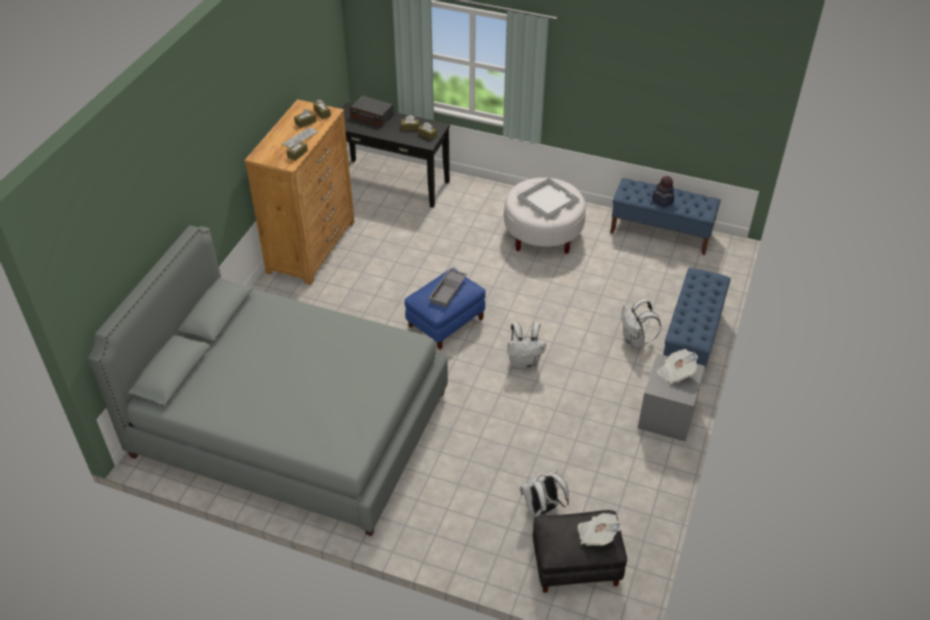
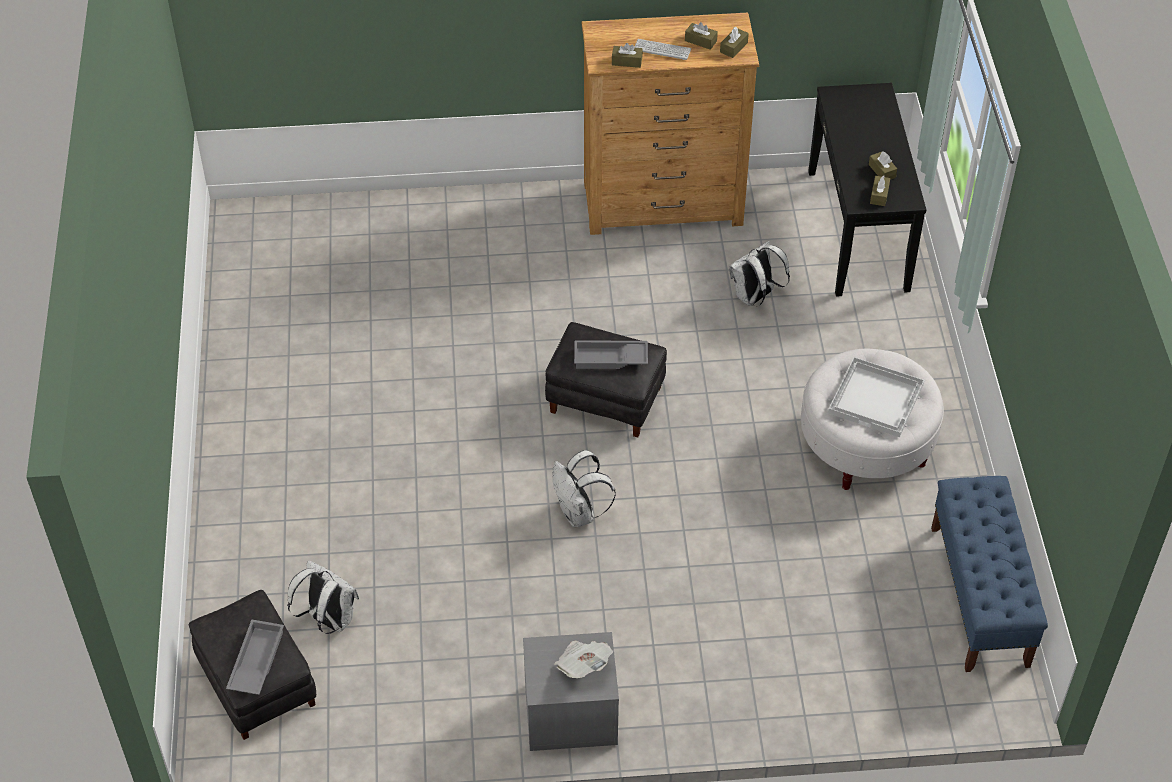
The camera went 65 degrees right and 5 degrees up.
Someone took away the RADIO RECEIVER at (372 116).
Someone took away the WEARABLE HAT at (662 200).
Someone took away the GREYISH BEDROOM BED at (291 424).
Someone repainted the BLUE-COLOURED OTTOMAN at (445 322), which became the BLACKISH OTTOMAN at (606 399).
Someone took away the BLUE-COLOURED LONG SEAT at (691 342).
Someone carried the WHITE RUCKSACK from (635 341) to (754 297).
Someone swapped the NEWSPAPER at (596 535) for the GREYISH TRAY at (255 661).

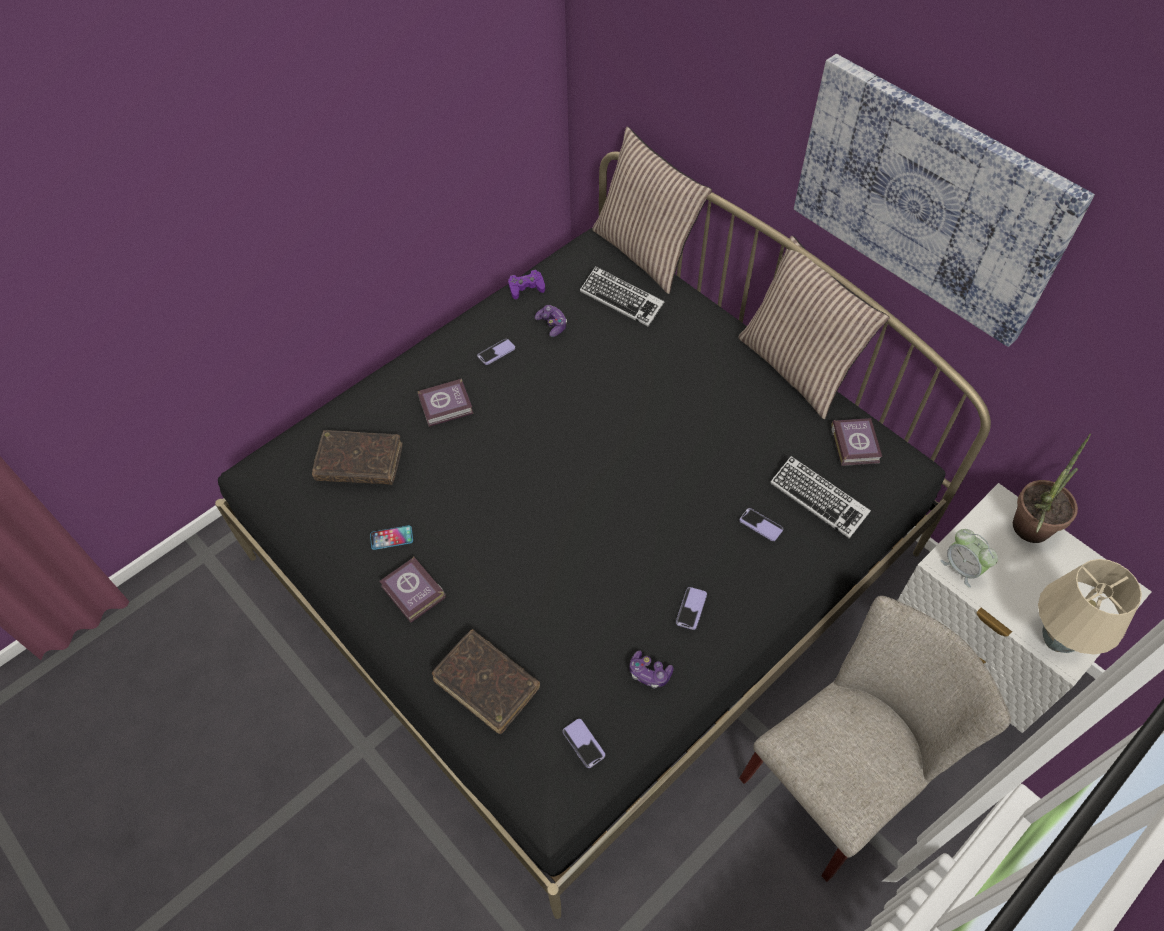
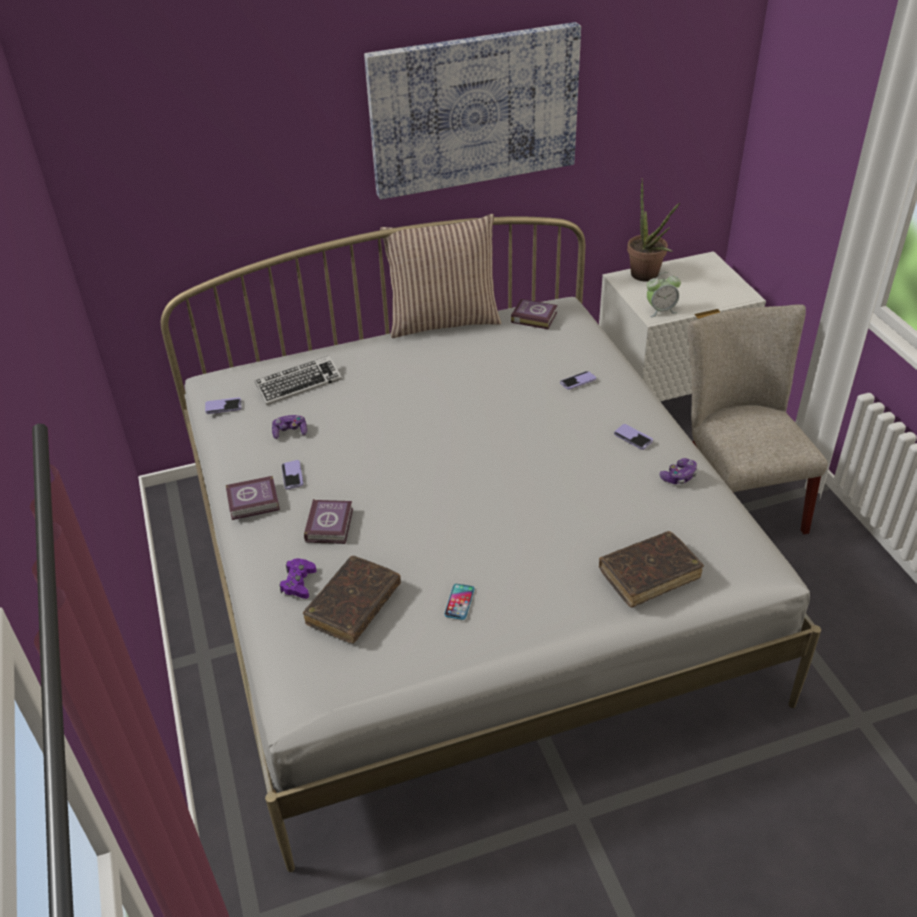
The camera went 65 degrees left and 15 degrees down.
Someone took away the PILLOW at (645 252).
Someone repainted the BLACKISH BEDROOM BED at (584 555), which became the WHITE BEDROOM BED at (463 579).
Someone carried the PURPLISH GAME CONTROLLER from (526 287) to (298 582).
Someone took away the KEYBOARD at (818 499).
Someone carried the BOUND BOOK from (413 593) to (255 502).
Someone took away the BEIGE-COLOURED TABLETOP LAMP at (1057 641).
Someone carried the TELEPHONE from (583 743) to (223 407).

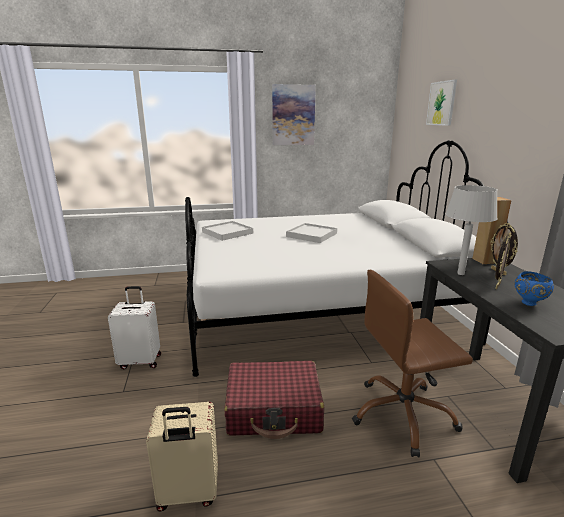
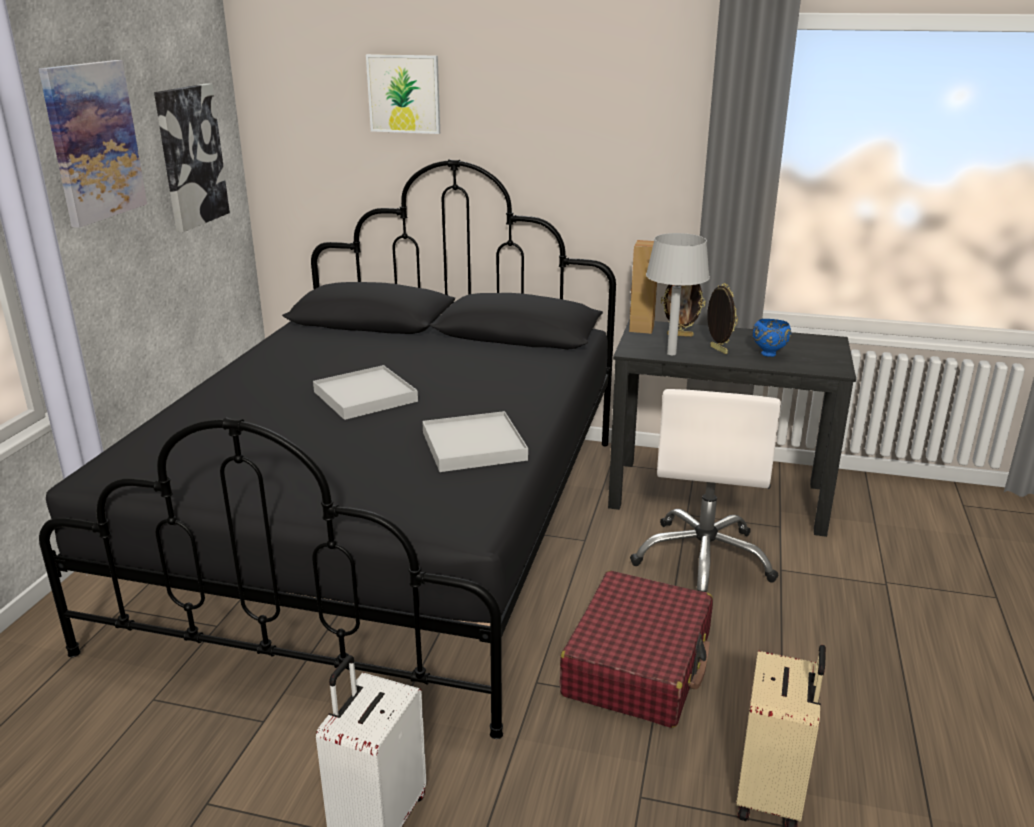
The camera went 65 degrees left and 5 degrees up.
Someone repainted the WHITE BEDROOM BED at (318 309), which became the BLACKISH BEDROOM BED at (390 531).
Someone carried the WHITE TRAY from (227 233) to (474 446).
Someone repainted the BROWNISH COMPUTER CHAIR at (403 415), which became the WHITE COMPUTER CHAIR at (704 560).
Someone put up the WALL ART at (190 156).

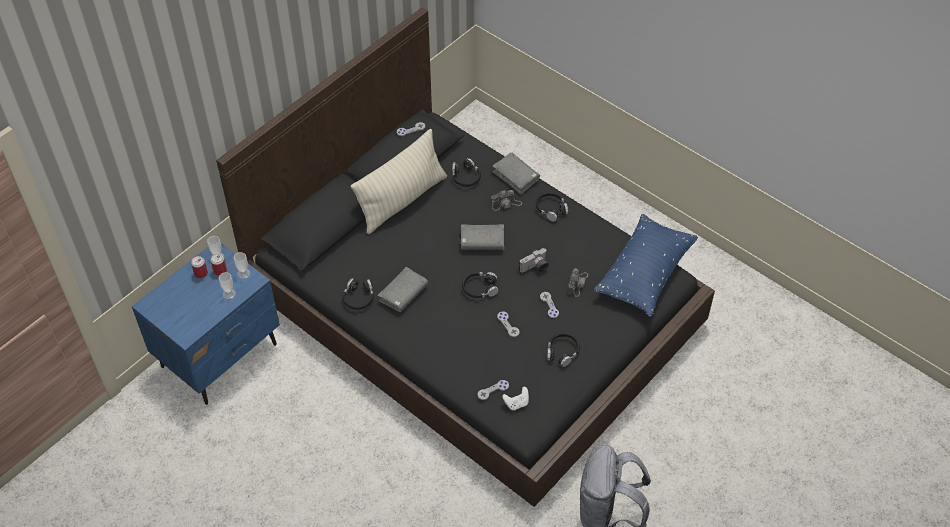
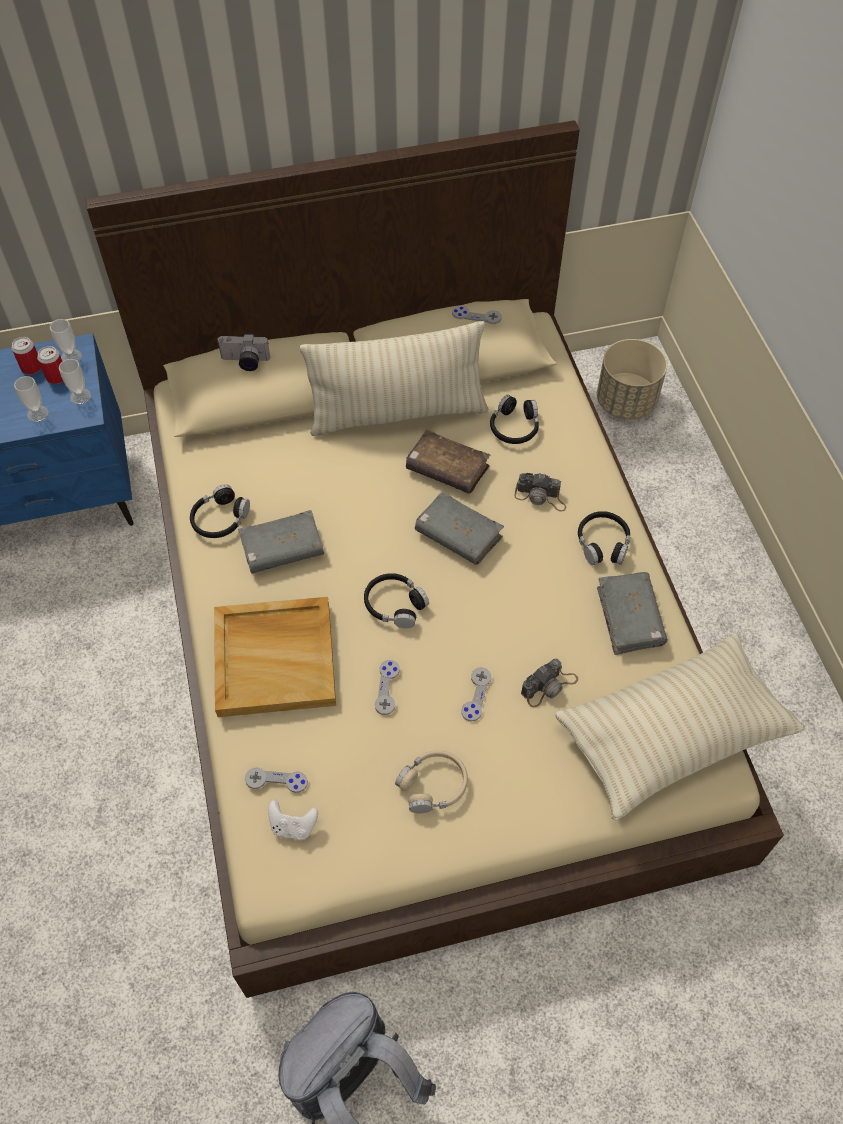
The camera went 35 degrees right and 5 degrees up.
Someone repainted the BLACKISH BEDROOM BED at (474 306), which became the BEIGE-COLOURED BEDROOM BED at (421 624).
Someone carried the GREYISH BOUND BOOK from (516 177) to (629 618).
Someone repainted the BLUE-COLOURED PILLOW at (644 273), which became the BEIGE-COLOURED PILLOW at (672 735).
Someone carried the PHOTO CAMERA from (535 268) to (245 362).
Someone repainted the BLACKISH HEADSET at (562 352), which became the BEIGE-COLOURED HEADSET at (433 785).
Someone put down the BEIGE-COLOURED PLANTER at (626 402).
Someone put down the BROWNISH BOUND BOOK at (447 469).
Someone put down the BEIGE-COLOURED TRAY at (276 658).

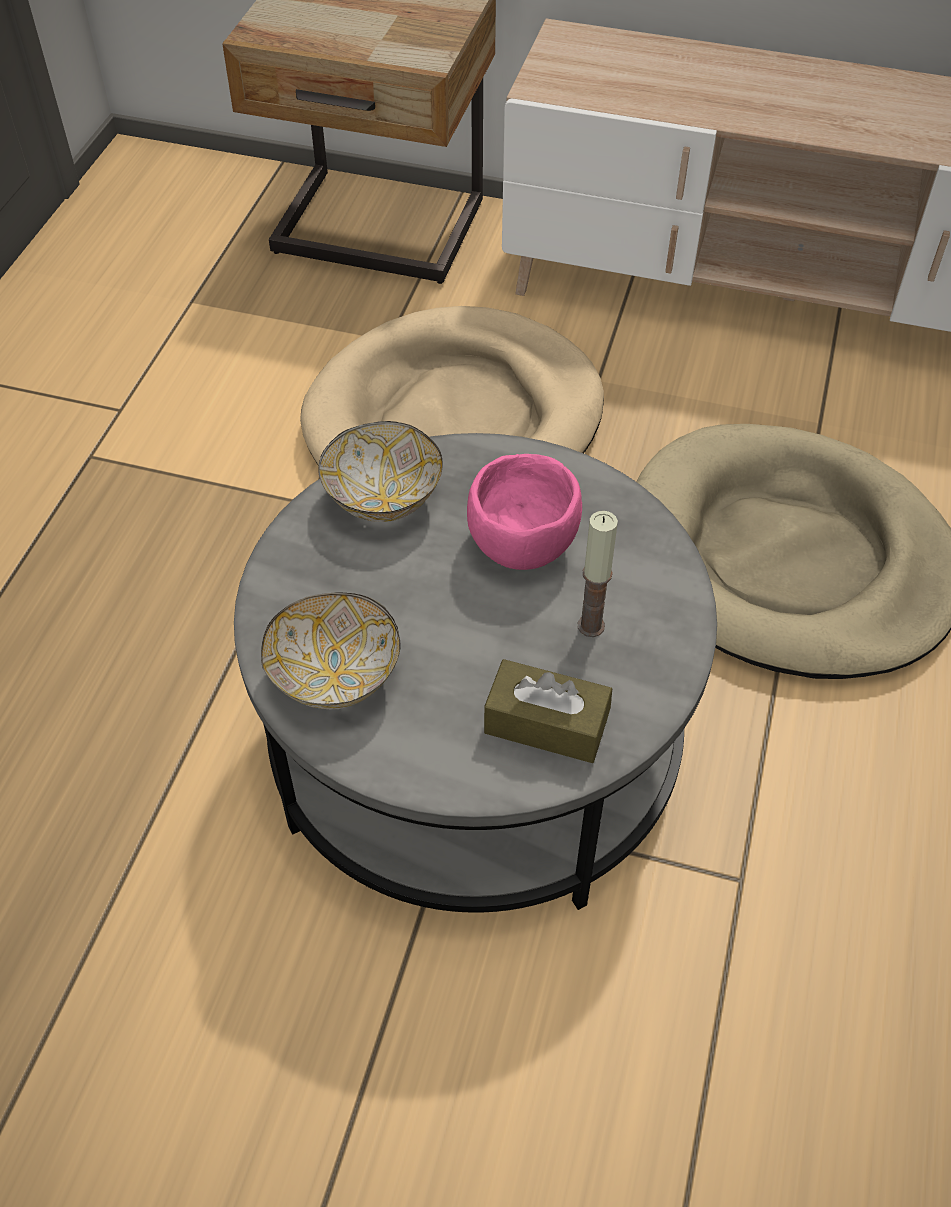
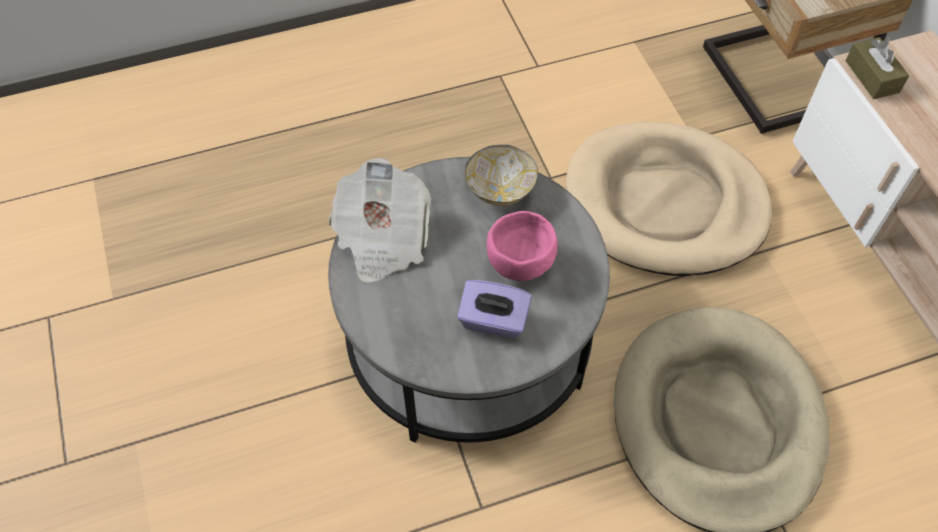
The camera went 55 degrees right and 5 degrees up.
Someone swapped the CANDLE at (591 626) for the PURPLISH TISSUE HOLDER at (493 321).
Someone swapped the BOWL at (337 677) for the NEWSPAPER at (382 238).
Someone carried the BROWNISH TISSUE HOLDER from (546 724) to (872 76).

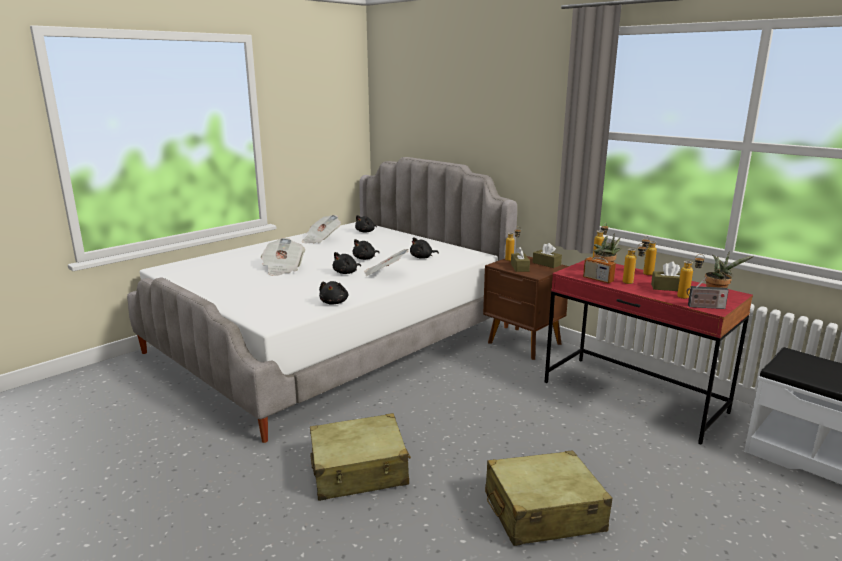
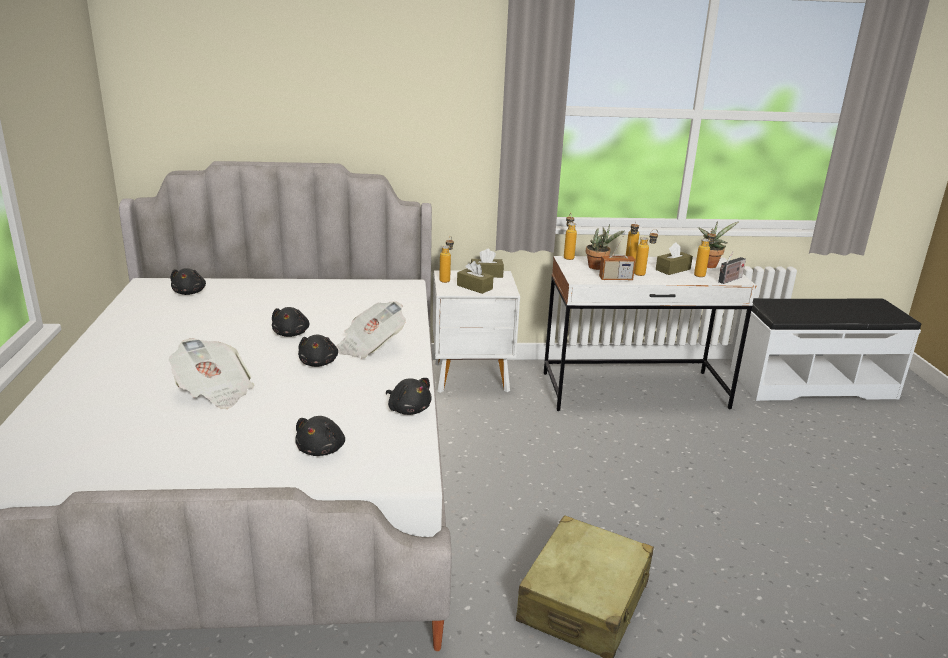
The camera went 50 degrees left and 5 degrees up.
Someone took away the NEWSPAPER at (321 240).
Someone carried the BLACKISH SOFT TOY from (422 257) to (322 449).
Someone repainted the BROWNISH NIGHT TABLE at (524 344), which became the WHITE NIGHT TABLE at (472 378).
Someone repainted the RED-COLOURED DESK UNIT at (633 397), which became the WHITE DESK UNIT at (634 391).
Someone took away the BEIGE-COLOURED TRAVEL CASE at (543 512).

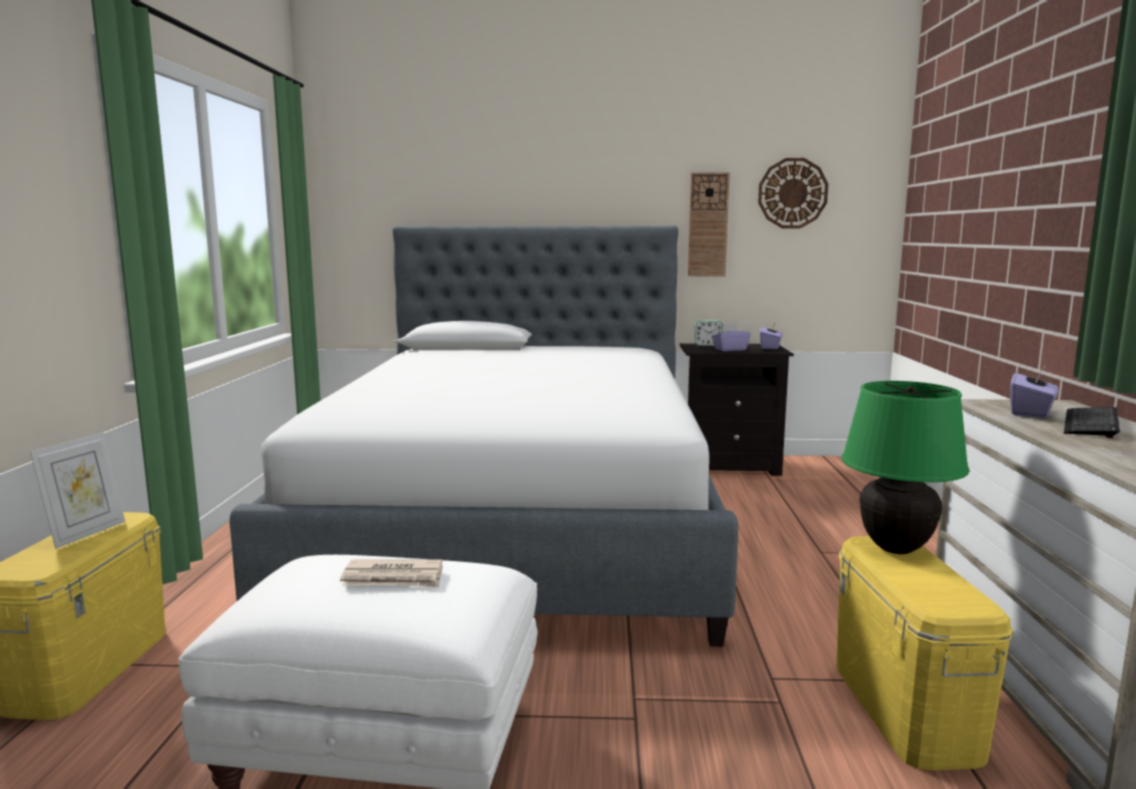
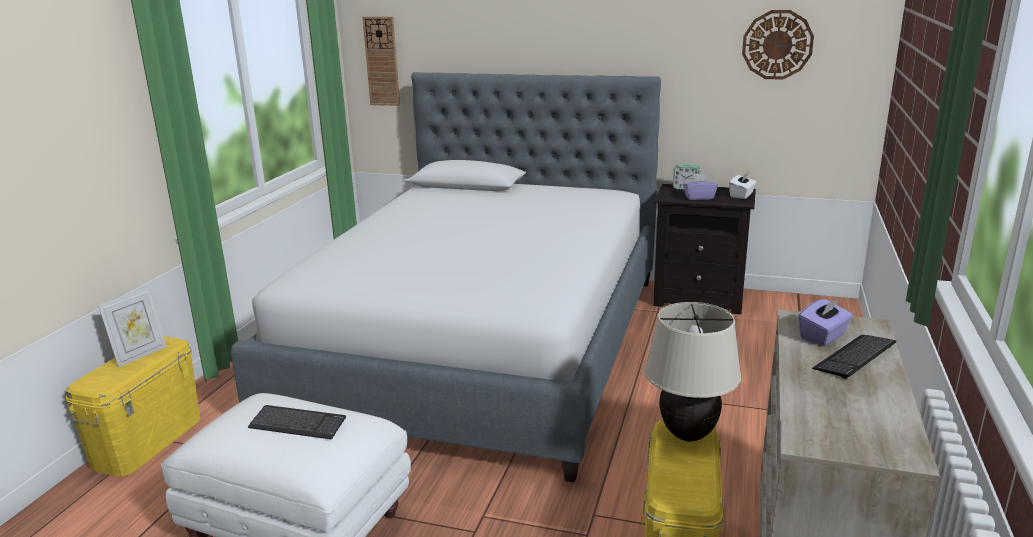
The camera went 15 degrees right and 10 degrees up.
Someone carried the CLOCK ON THE WALL from (708 225) to (382 61).
Someone repainted the PURPLISH TISSUE HOLDER at (770 347), which became the WHITE TISSUE HOLDER at (741 195).
Someone repainted the GREENISH TABLETOP LAMP at (896 548), which became the BEIGE-COLOURED TABLETOP LAMP at (688 435).
Someone swapped the NEWSPAPER at (393 578) for the KEYBOARD at (297 424).

